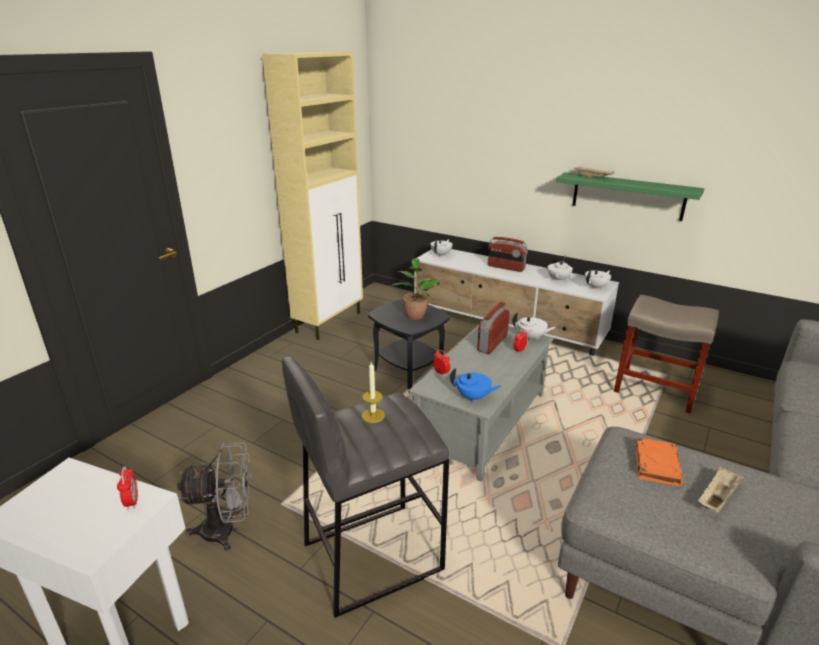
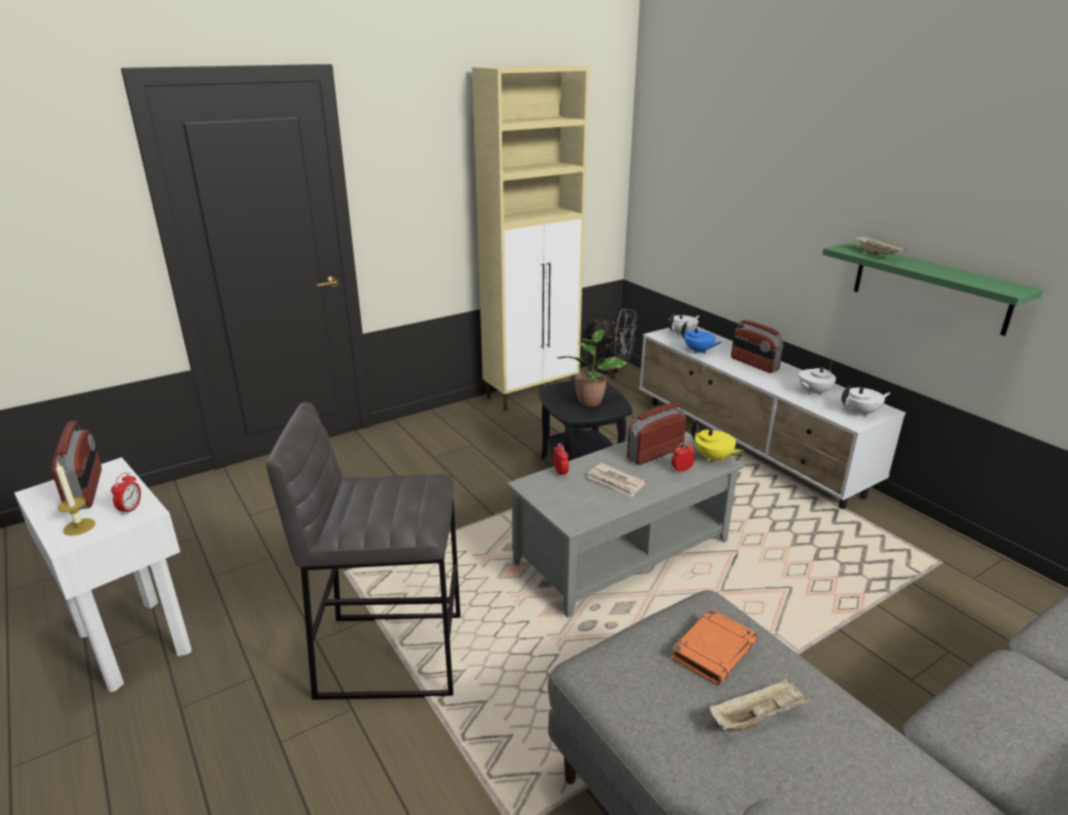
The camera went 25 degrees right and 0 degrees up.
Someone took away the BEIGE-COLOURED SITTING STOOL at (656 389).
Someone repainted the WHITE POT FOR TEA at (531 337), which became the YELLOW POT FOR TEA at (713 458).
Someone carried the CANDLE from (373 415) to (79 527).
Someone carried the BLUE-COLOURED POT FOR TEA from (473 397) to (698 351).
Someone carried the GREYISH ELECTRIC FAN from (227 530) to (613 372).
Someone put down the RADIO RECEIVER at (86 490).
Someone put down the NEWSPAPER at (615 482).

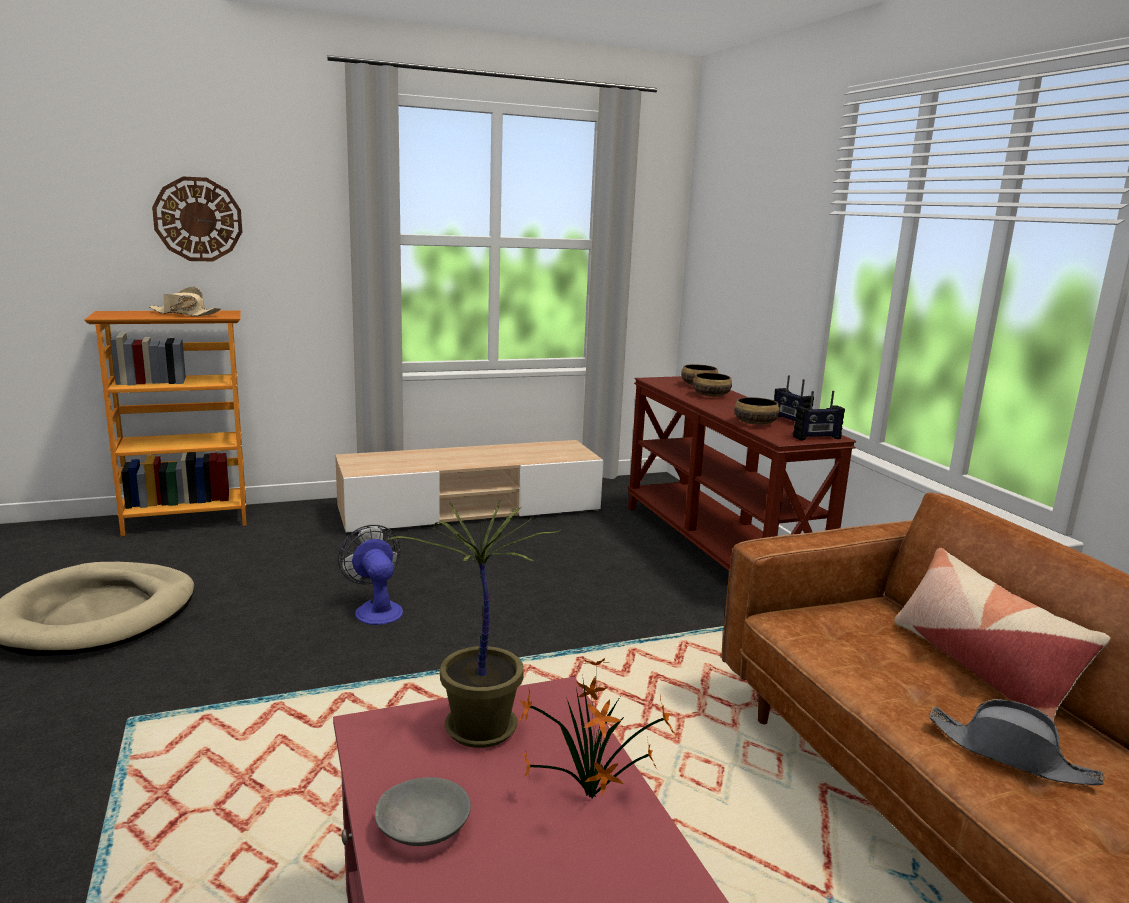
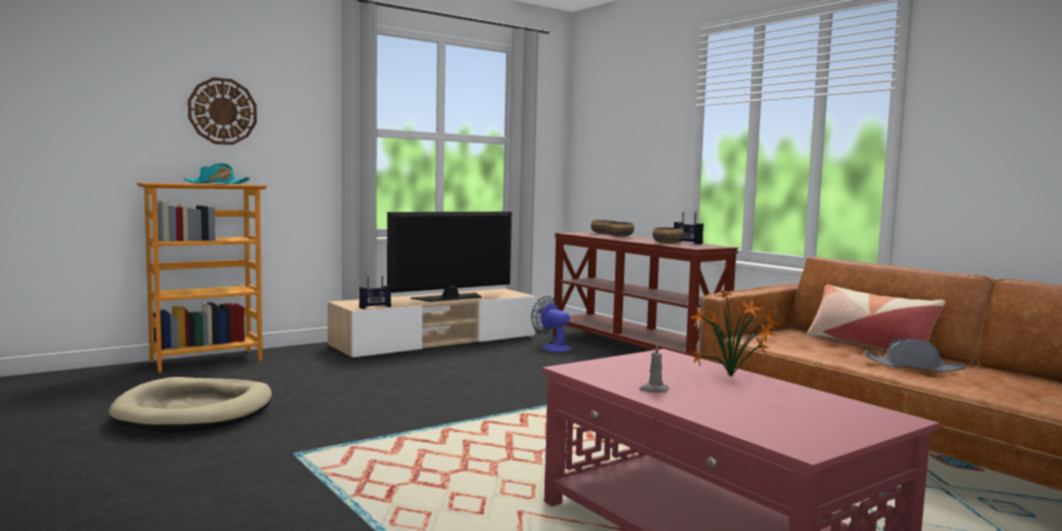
The camera went 15 degrees left and 10 degrees down.
Someone repainted the BEIGE-COLOURED WEARABLE HAT at (184 314), which became the BLUE-GREEN WEARABLE HAT at (217 184).
Someone carried the RADIO RECEIVER from (817 438) to (375 307).
Someone took away the HOUSEPLANT at (477 728).
Someone carried the ELECTRIC FAN from (376 609) to (552 347).
Someone swapped the GREYISH BOWL at (422 827) for the GREYISH CANDLE at (653 390).
Someone put down the TV SET at (450 297).

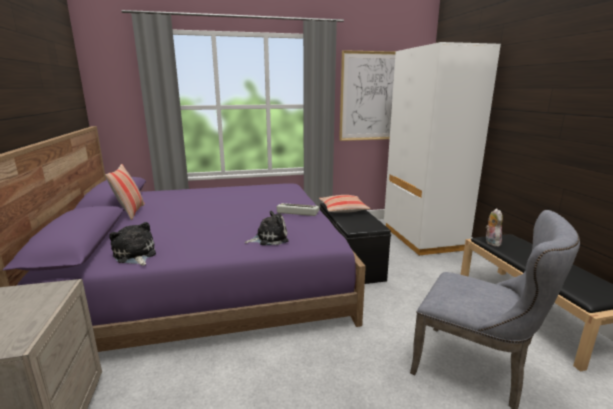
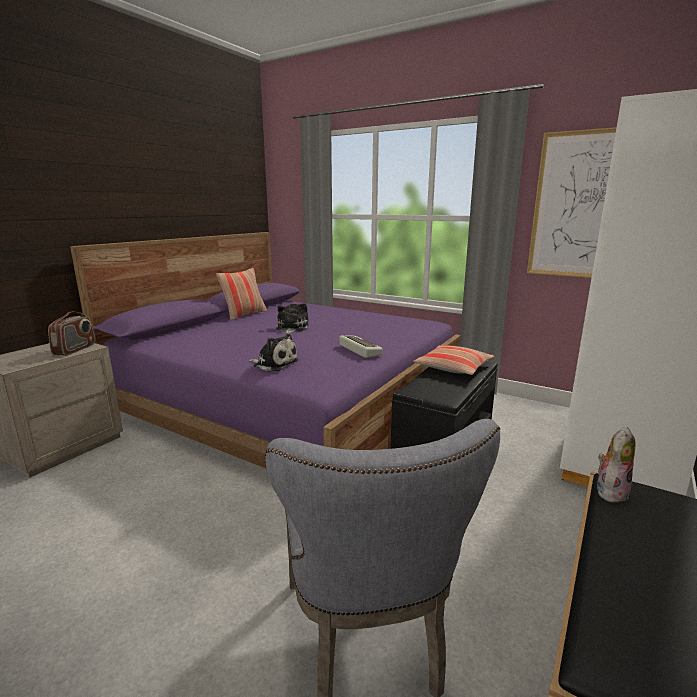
The camera went 45 degrees right and 0 degrees up.
Someone carried the SOFT TOY from (135 255) to (291 328).
Someone put down the RADIO RECEIVER at (75 349).

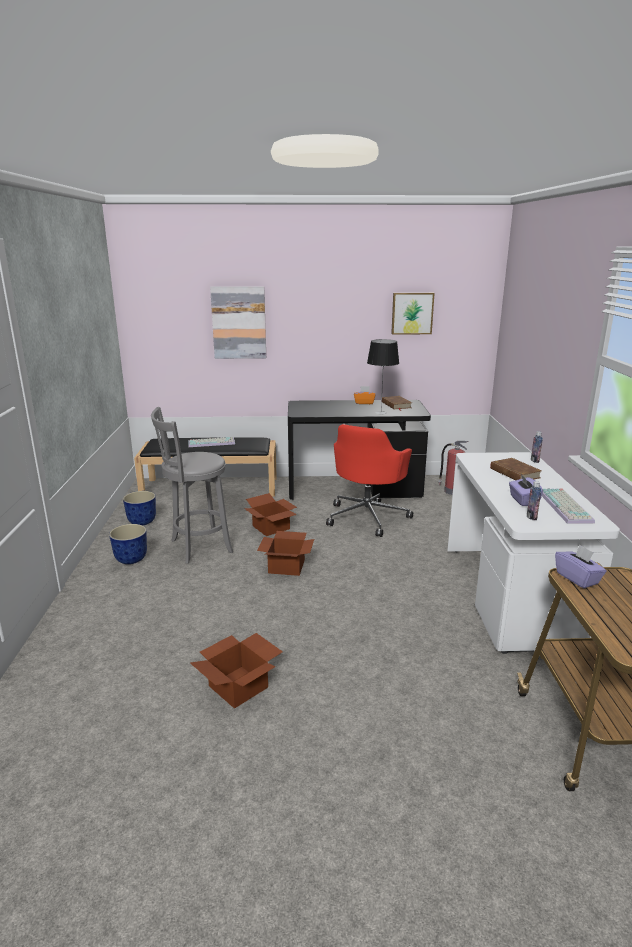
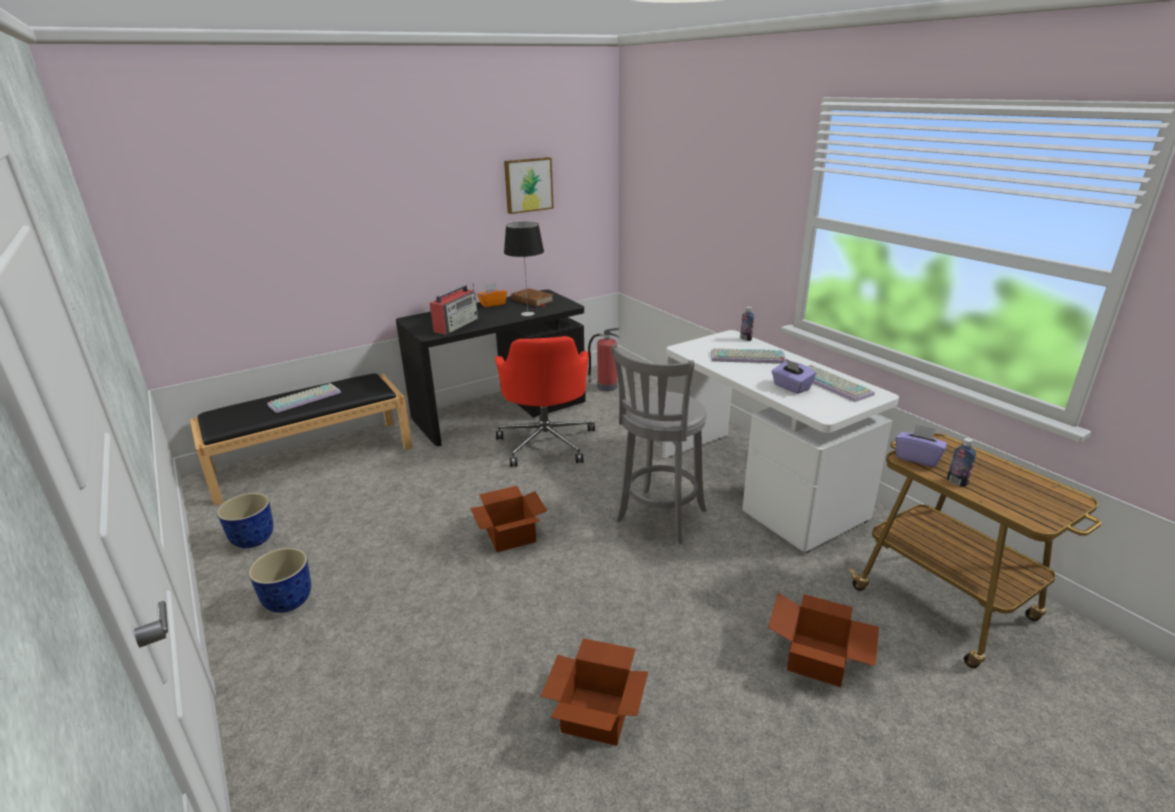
The camera went 30 degrees left and 5 degrees up.
Someone took away the WALL ART at (239 322).
Someone carried the GREYISH SITTING STOOL from (197 547) to (659 518).
Someone swapped the BROWNISH BOUND BOOK at (515 473) for the KEYBOARD at (747 358).
Someone carried the BEVERAGE BOTTLE from (531 517) to (956 482).
Someone carried the CARTON from (271 528) to (818 661).
Someone put down the RADIO RECEIVER at (456 325).

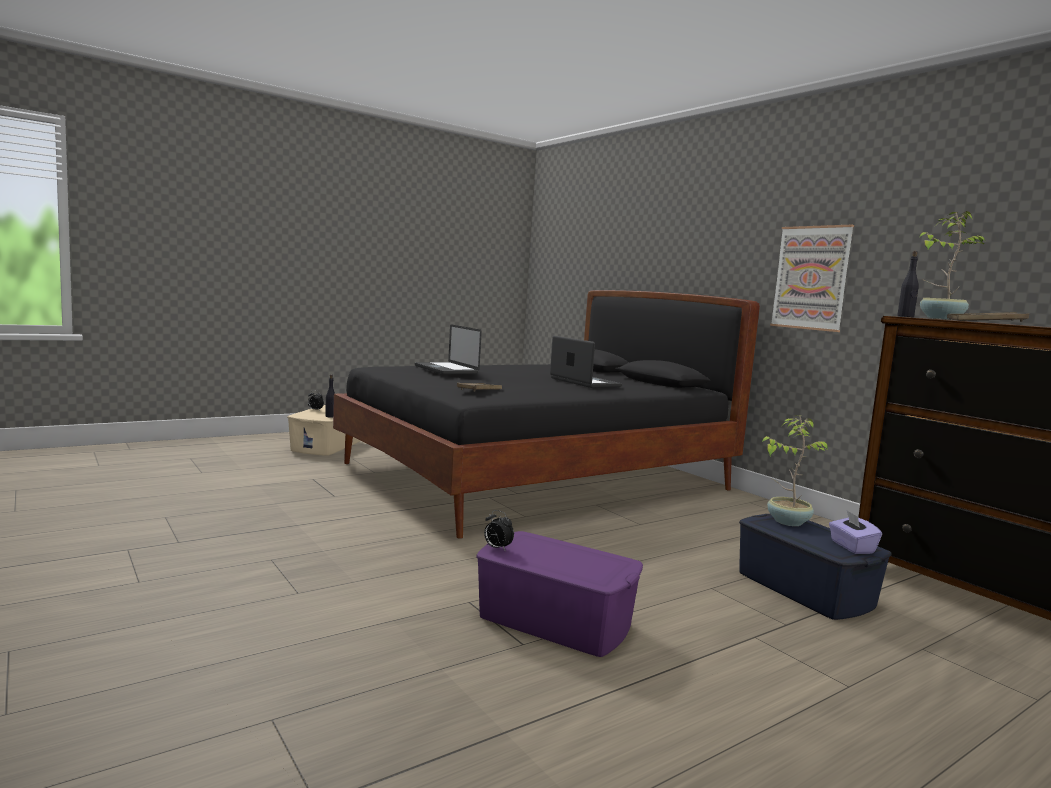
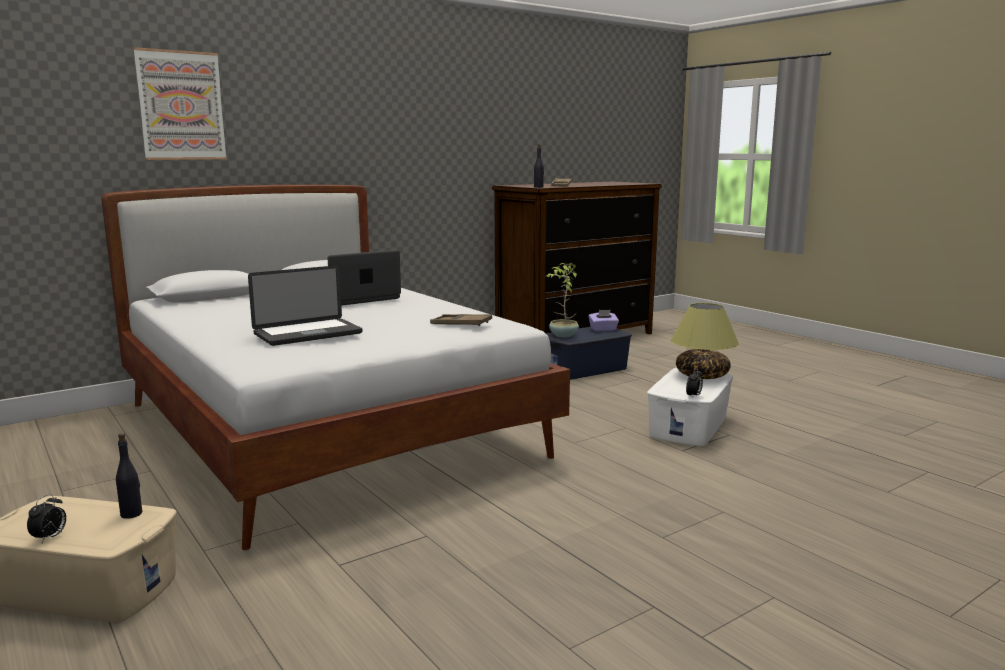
The camera went 90 degrees left and 5 degrees up.
Someone took away the HOUSEPLANT at (940 318).
Someone carried the WALL ART from (811 278) to (181 106).
Someone repainted the BLACKISH BEDROOM BED at (536 478), which became the WHITE BEDROOM BED at (326 430).
Someone repainted the PURPLISH STORAGE BOX at (555 621), which became the WHITE STORAGE BOX at (689 427).
Someone put down the TABLETOP LAMP at (701 376).

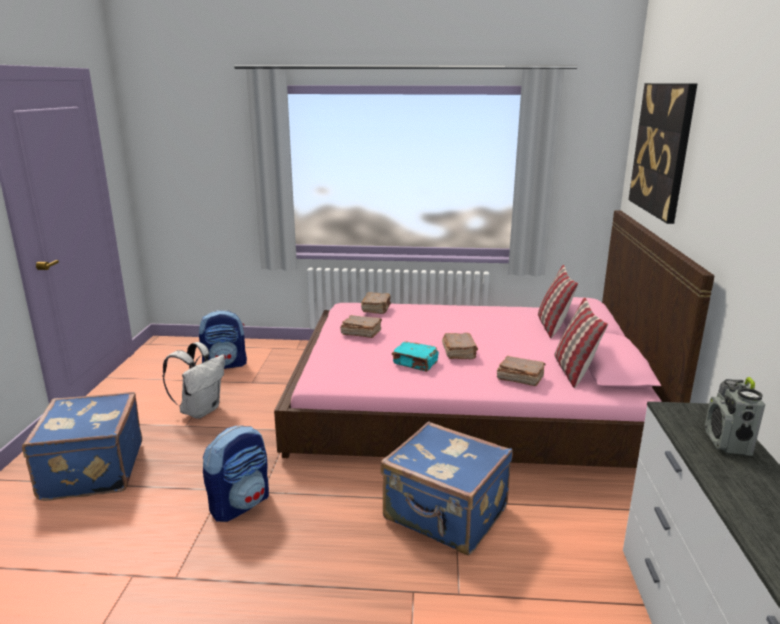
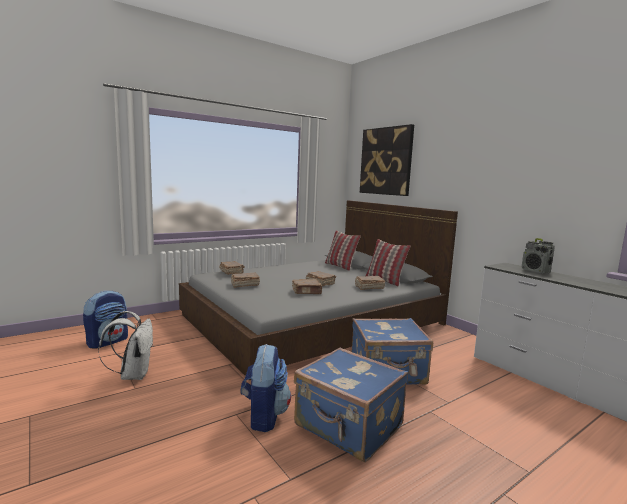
The camera went 40 degrees left and 10 degrees down.
Someone repainted the PINK-COLOURED BEDROOM BED at (467 400), which became the GREYISH BEDROOM BED at (313 319).
Someone repainted the BLUE-GREEN BOUND BOOK at (415 363), which became the BROWNISH BOUND BOOK at (307 292).
Someone carried the BLUE-COLOURED TRAVEL CASE from (91 471) to (348 427).

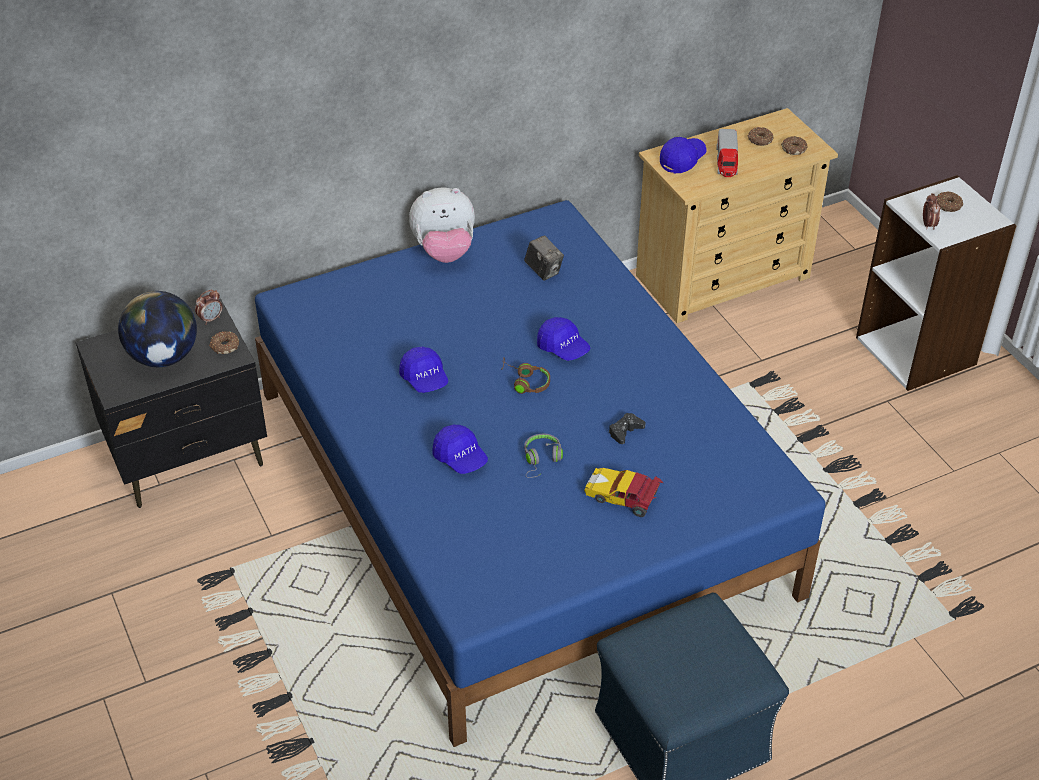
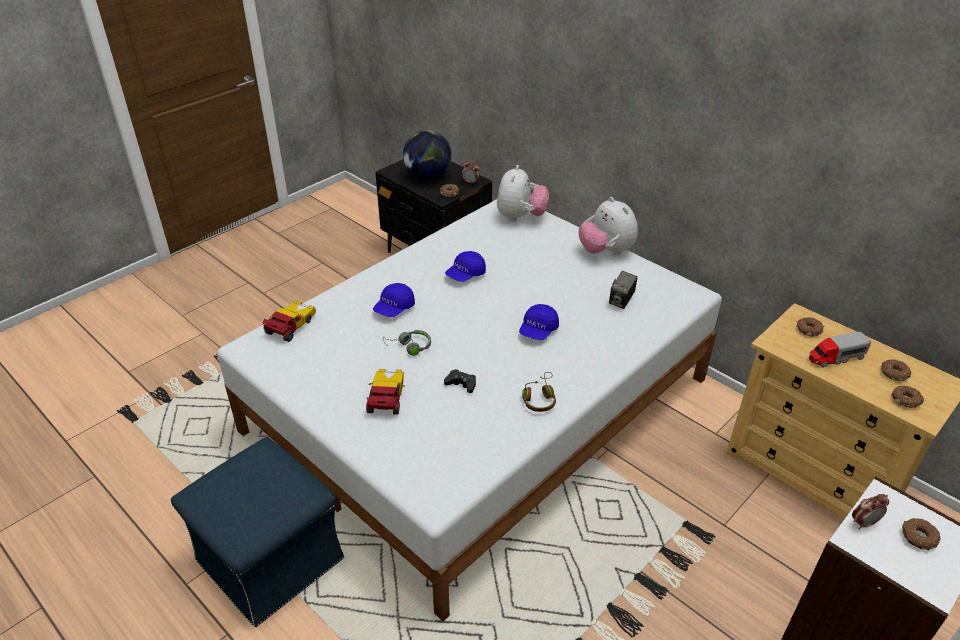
The camera went 70 degrees right and 5 degrees down.
Someone swapped the BLUE-COLOURED PEAKED CAP at (682 160) for the RING DOUGHNUT at (809 329).
Someone repainted the BLUE-COLOURED BEDROOM BED at (520 490), which became the WHITE BEDROOM BED at (480 405).
Someone carried the BROWNISH HEADSET from (525 382) to (539 398).
Someone put down the SOFT TOY at (520 217).
Someone put down the MINIATURE CAR at (290 327).

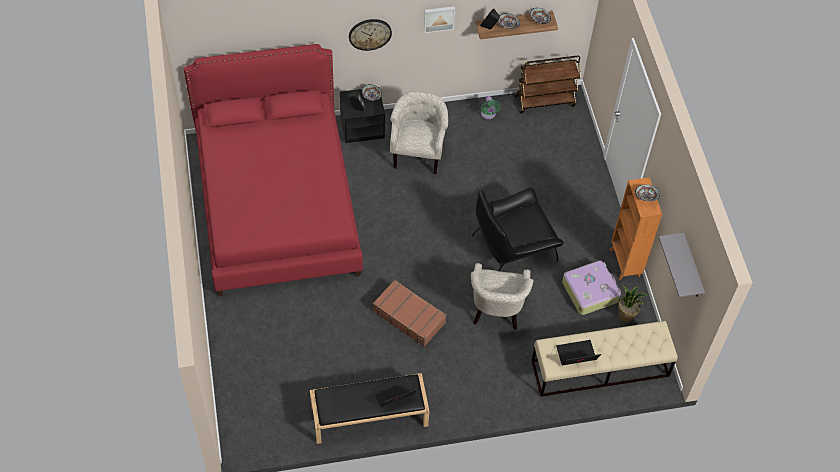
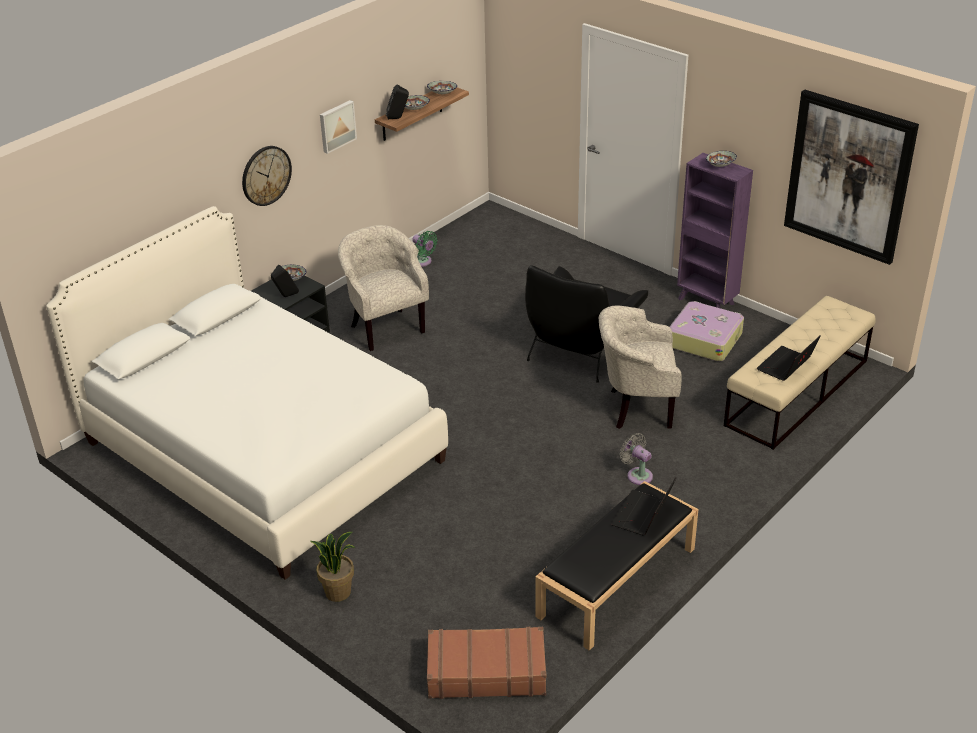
The camera went 35 degrees left and 20 degrees down.
Someone repainted the RED-COLOURED BEDROOM BED at (277 203), which became the WHITE BEDROOM BED at (263 450).
Someone took away the BROWNISH WHEELED CART at (545 100).
Someone repainted the ORANGE SHELVING UNIT at (625 263), which became the PURPLISH SHELVING UNIT at (707 302).
Someone swapped the GREYISH SHELF at (692 268) for the WALL ART at (849 176).
Someone rotated the BEIGE-COLOURED ARMCHAIR at (496 313) by 120 degrees clockwise.
Someone carried the BROWNISH TRAVEL CASE from (409 316) to (486 671).
Someone carried the HOUSEPLANT from (626 315) to (338 592).
Someone put down the GREYISH ELECTRIC FAN at (637 475).

